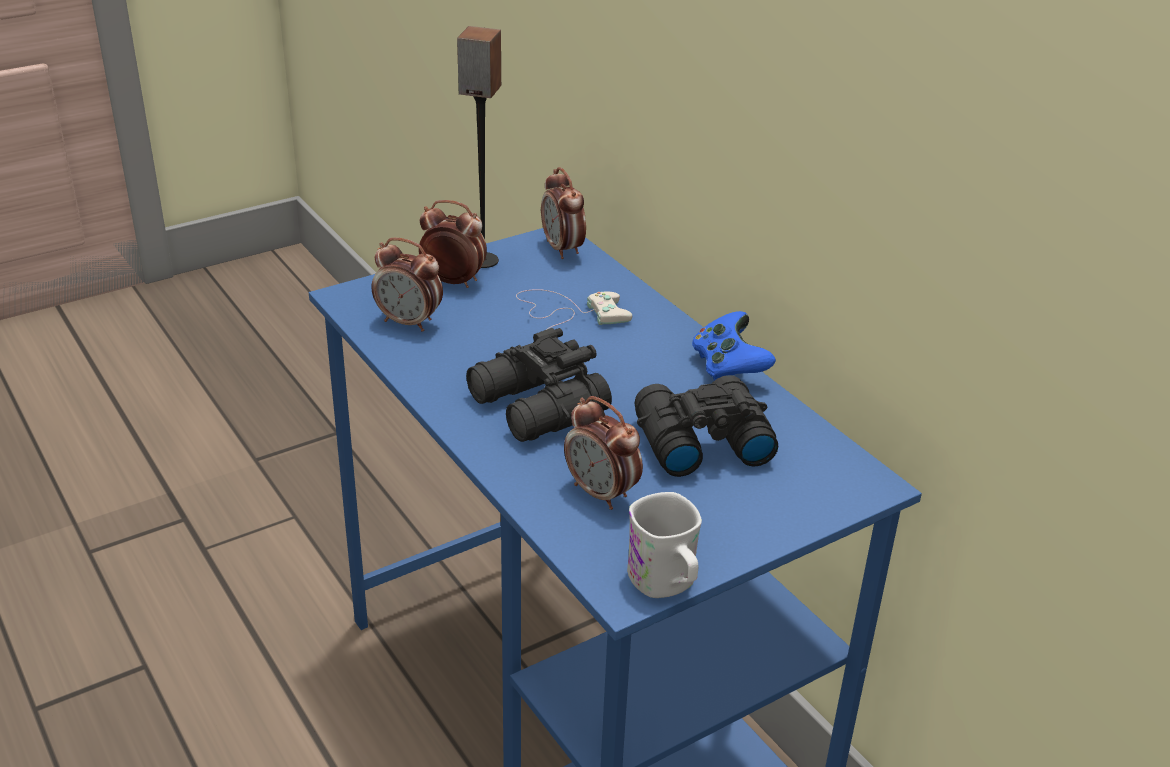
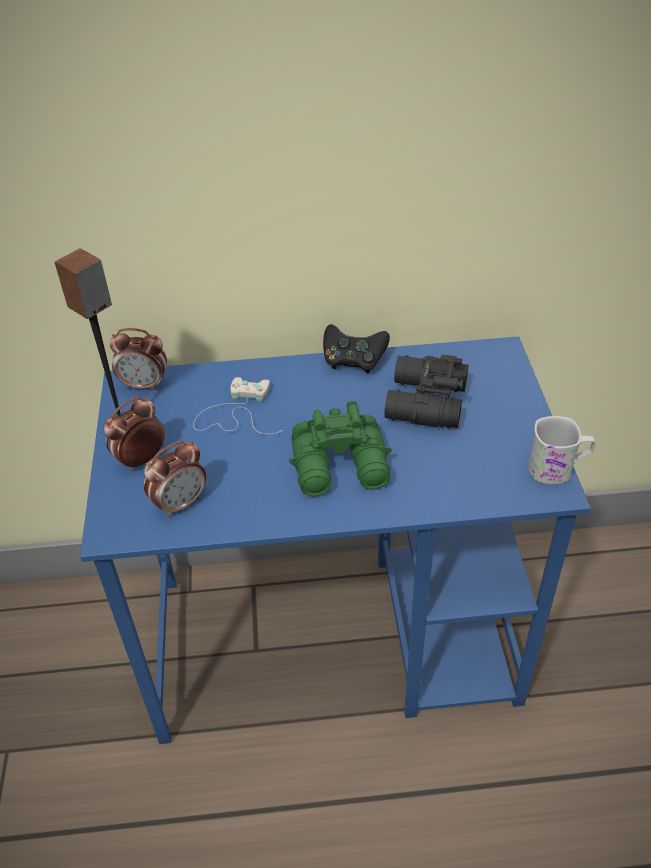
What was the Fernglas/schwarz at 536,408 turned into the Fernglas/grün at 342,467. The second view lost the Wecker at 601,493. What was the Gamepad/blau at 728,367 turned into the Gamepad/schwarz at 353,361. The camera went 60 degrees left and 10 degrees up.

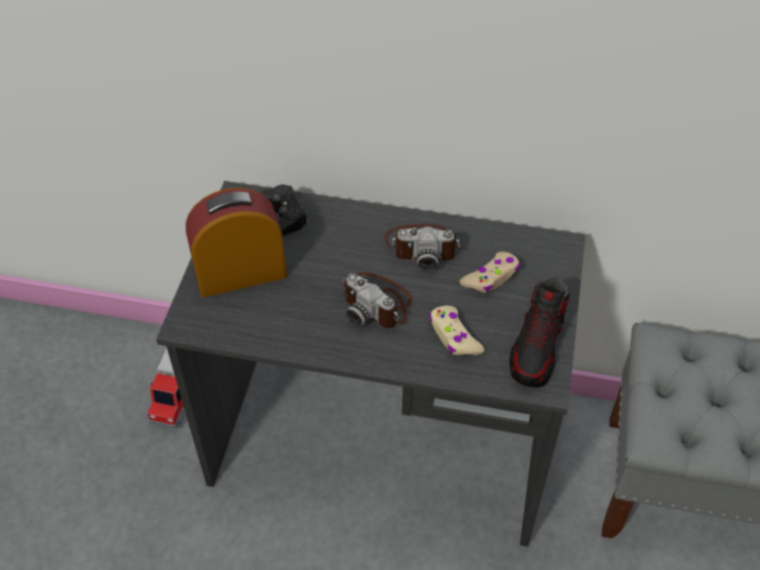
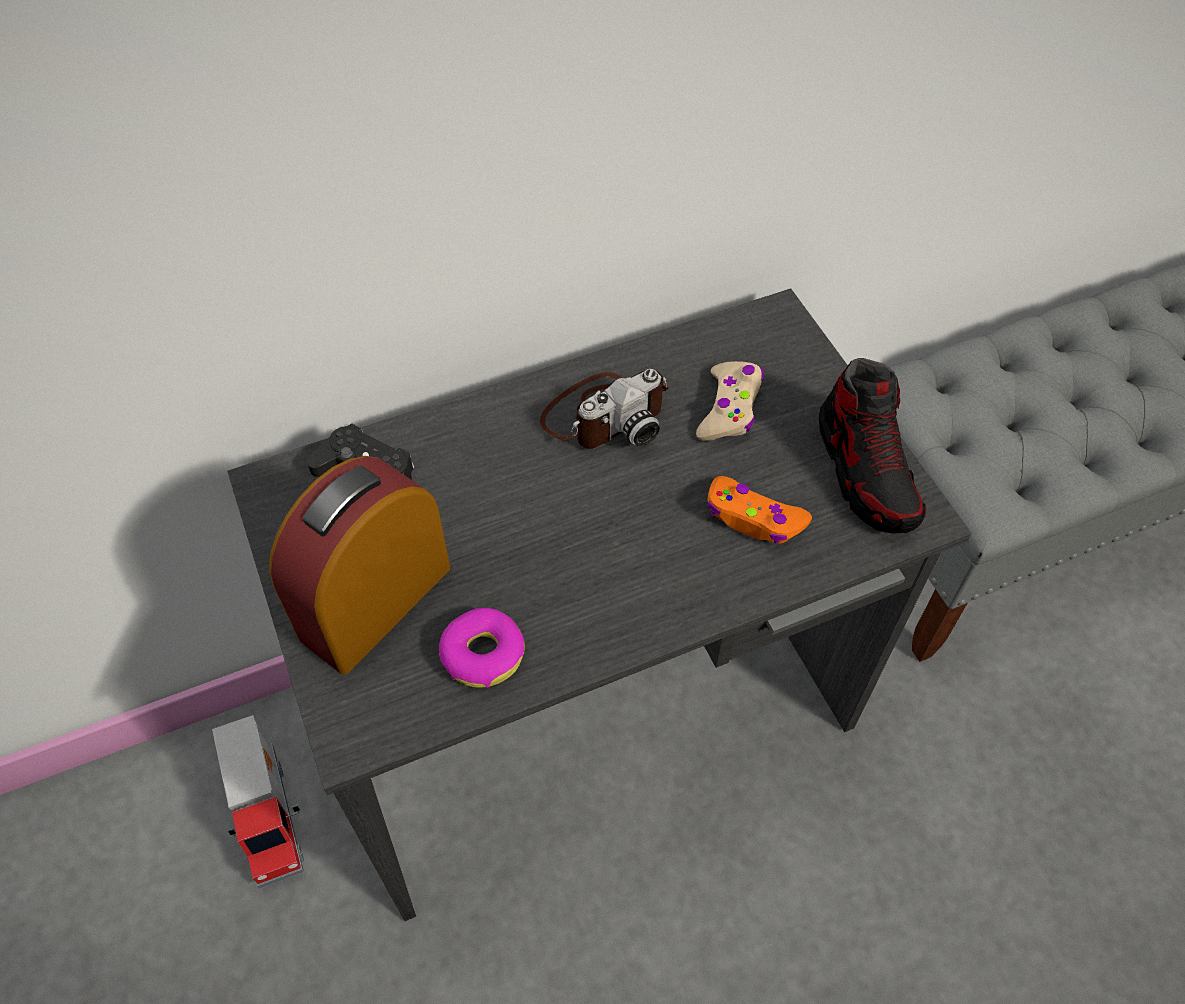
The second view lost the Kamera at 377,303. What was the Gamepad/beige at 454,336 turned into the Gamepad/orange at 753,518. The second view gained the Donut at 482,654. The camera went 35 degrees left and 5 degrees up.

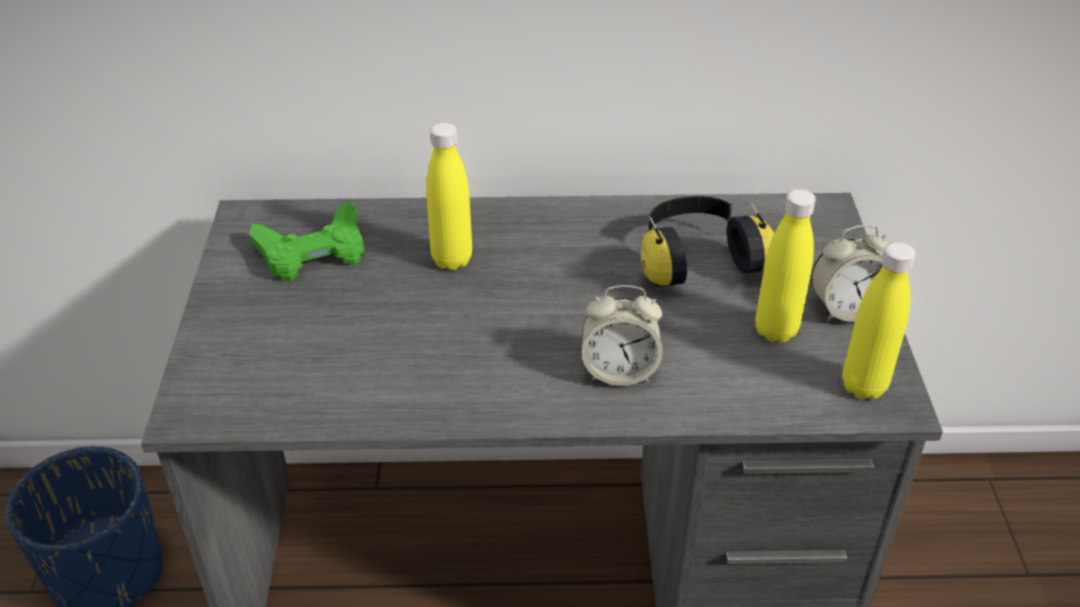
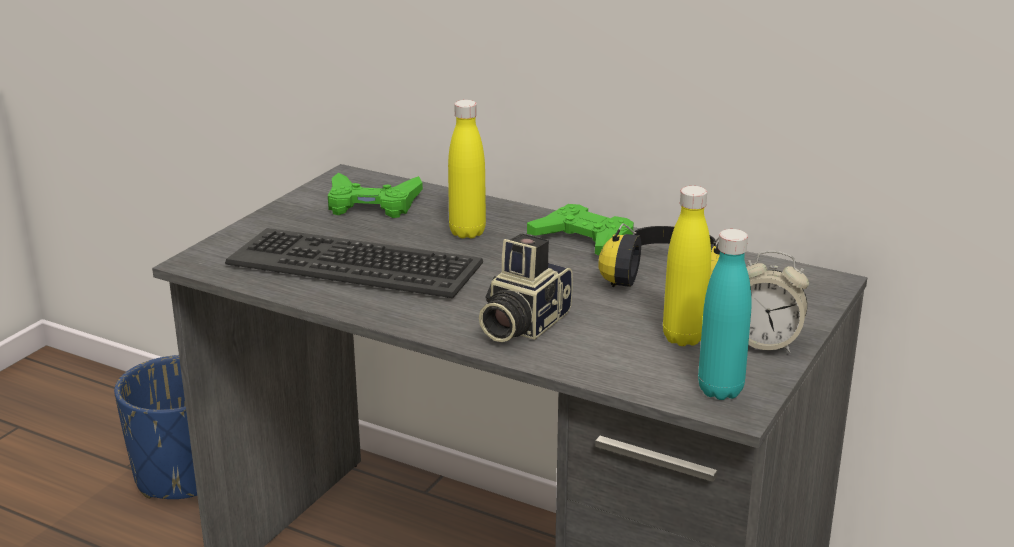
Where the Wecker stood at 619,371, the Kamera came to stand at 521,324. What was the Flasche/gelb at 863,386 turned into the Flasche/türkis at 720,390. The second view gained the Tastatur at 356,264. The second view gained the Gamepad/grün at 583,240. The camera went 30 degrees right and 15 degrees down.

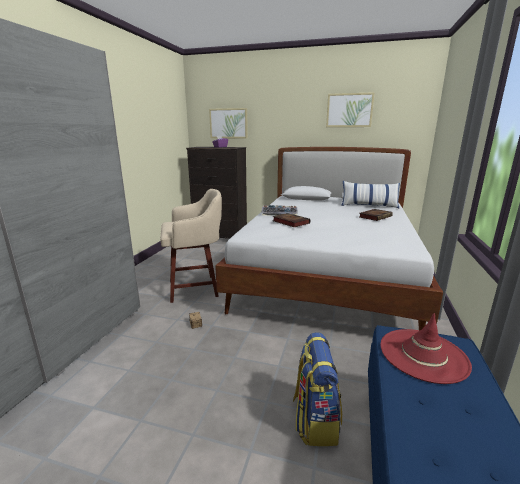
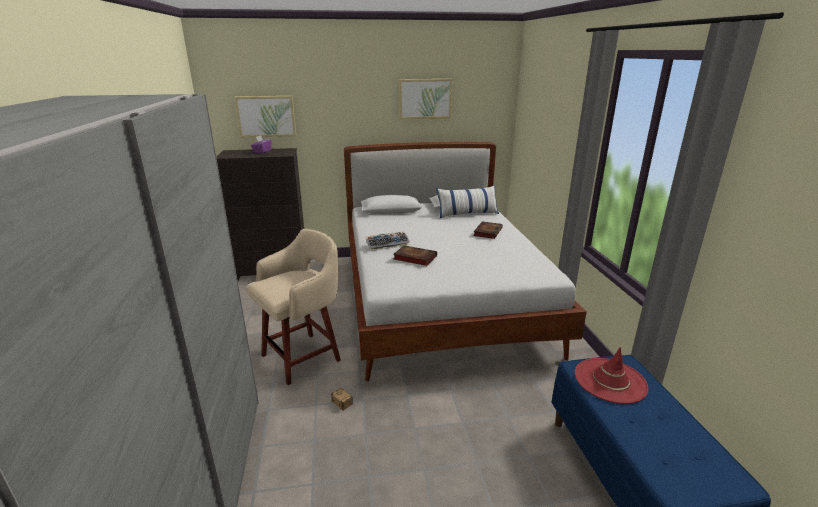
The second view lost the Rucksack at 314,420. The camera went 25 degrees left and 5 degrees up.

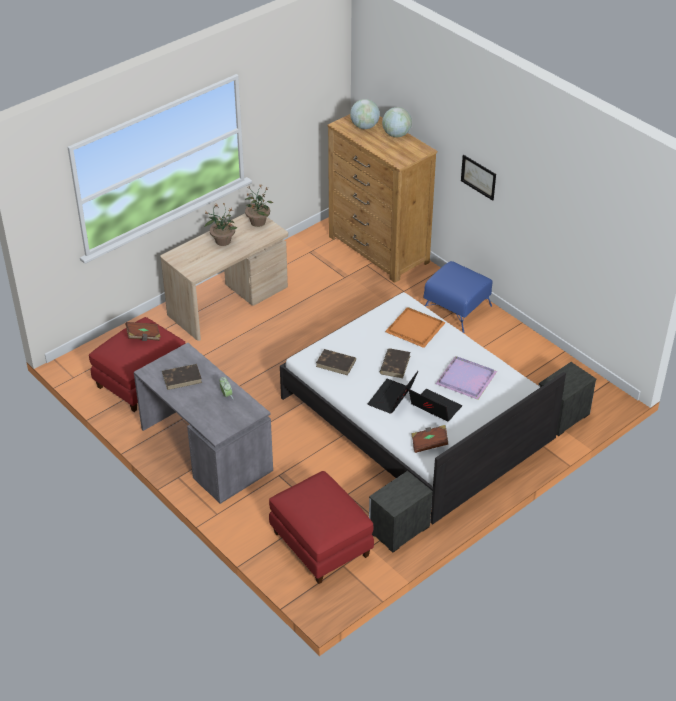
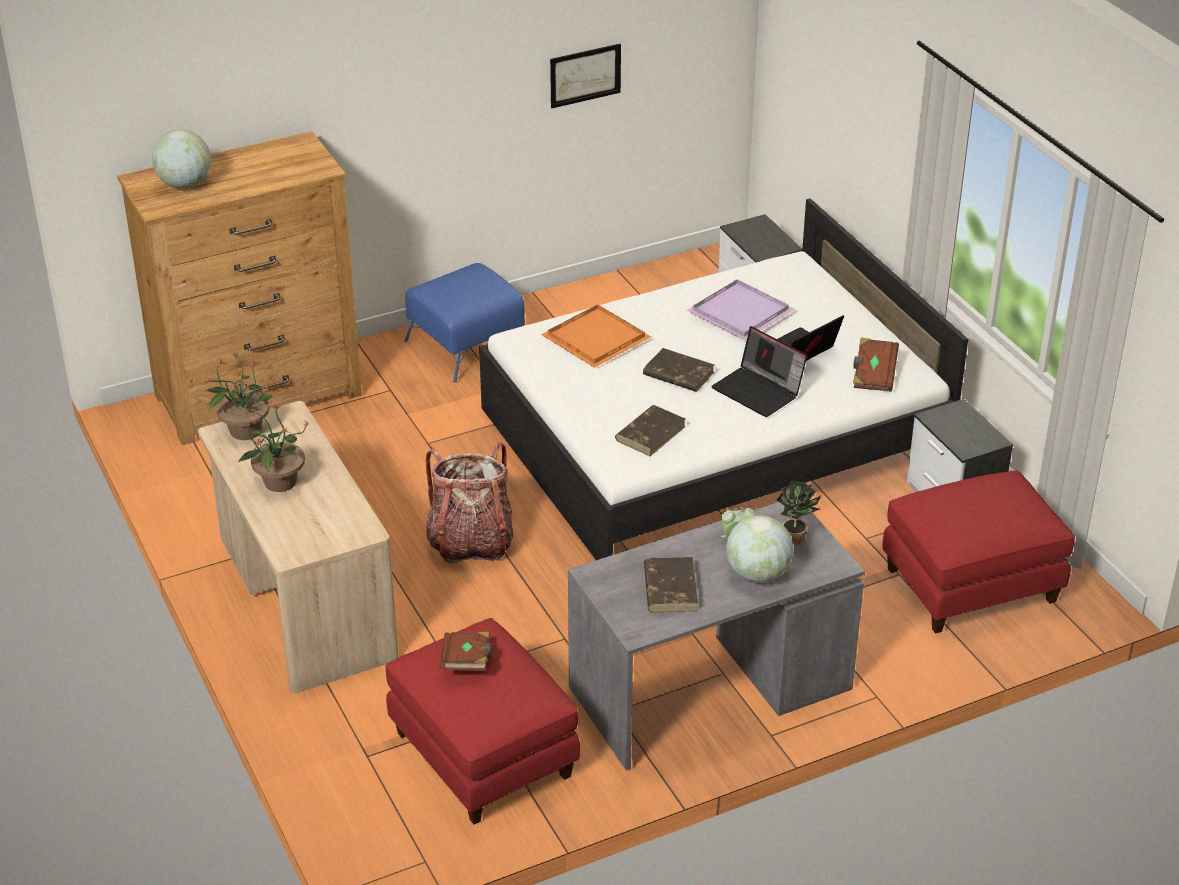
The Globus ended up elsewhere, having gone from 396,134 to 757,574. The Bild ended up elsewhere, having gone from 478,177 to 585,75. The second view gained the Rucksack at 470,542. The second view gained the Topfpflanze at 796,540. The camera went 75 degrees left and 5 degrees down.

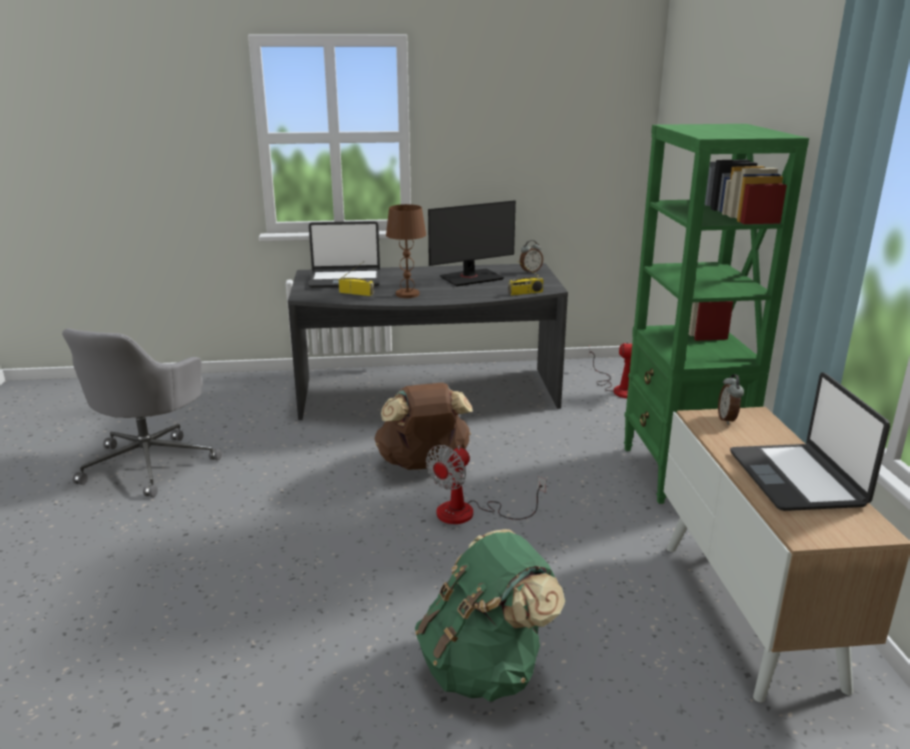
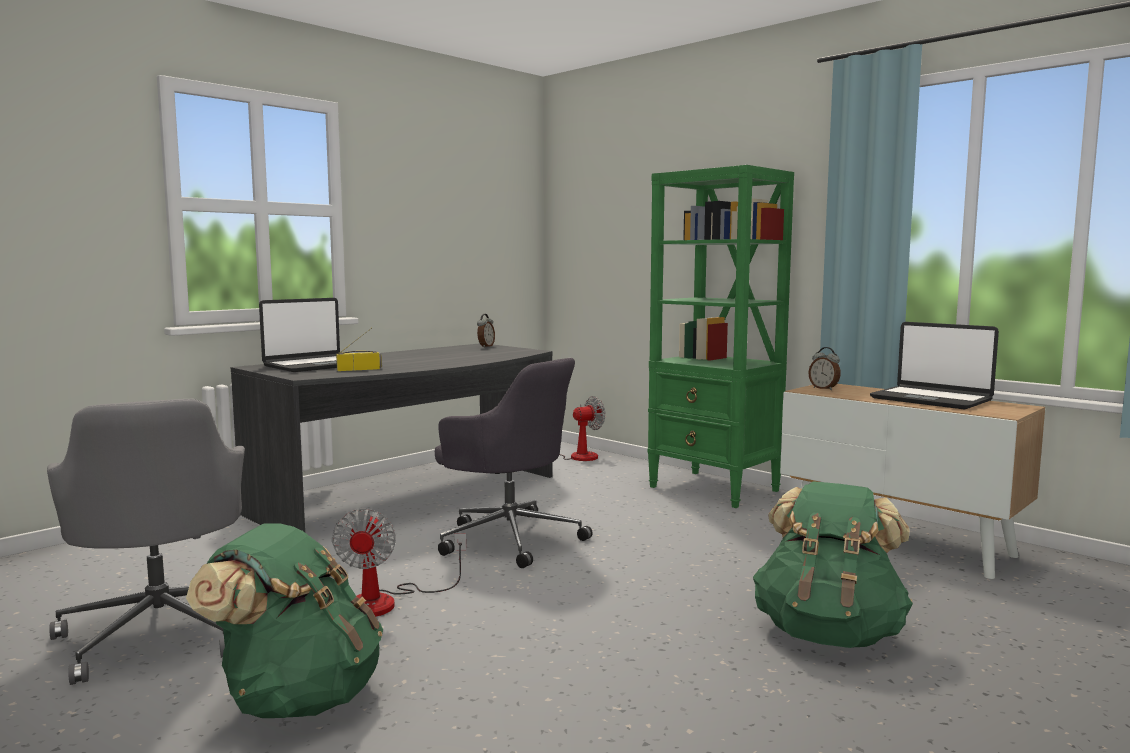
Where the Rucksack/braun stood at 424,464, the Bürostuhl/grau came to stand at 509,538. The second view lost the Tischlampe/braun at 407,294. The Ventilator ended up elsewhere, having gone from 469,513 to 387,601. The second view lost the Monitor at 471,278. The second view lost the Radio at 525,293. The second view gained the Rucksack/grün at 297,699. The camera went 40 degrees left and 15 degrees down.

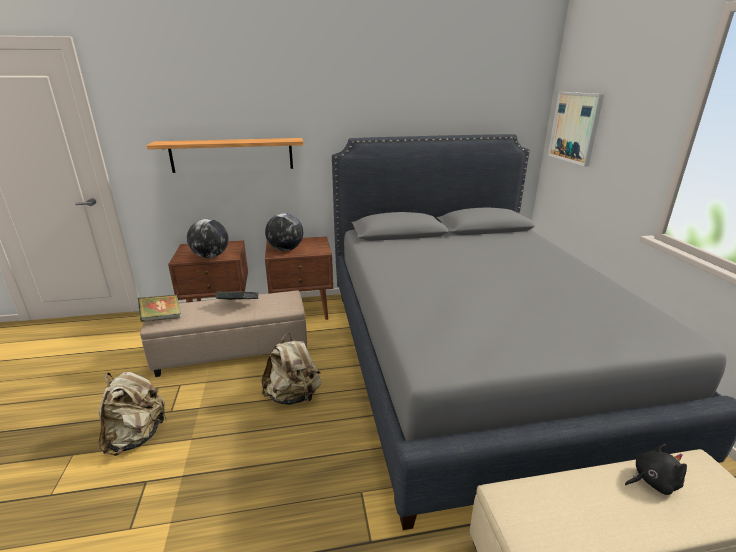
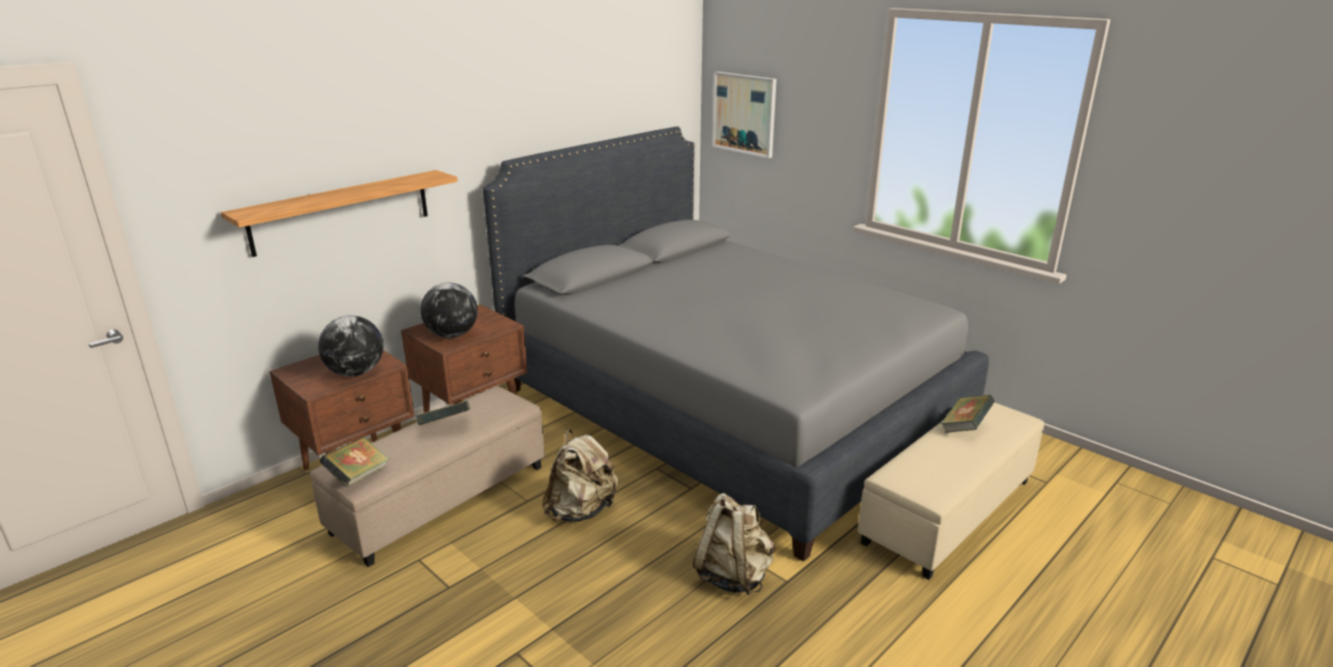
The Rucksack/beige ended up elsewhere, having gone from 136,436 to 733,575. Where the Plüschtier/schwarz stood at 652,481, the Buch came to stand at 964,427. The camera went 35 degrees left and 0 degrees up.

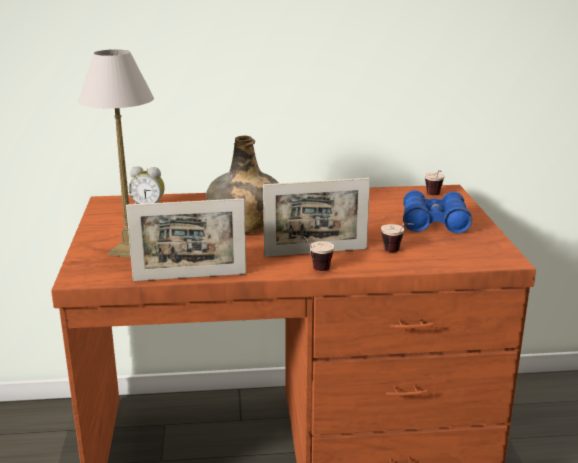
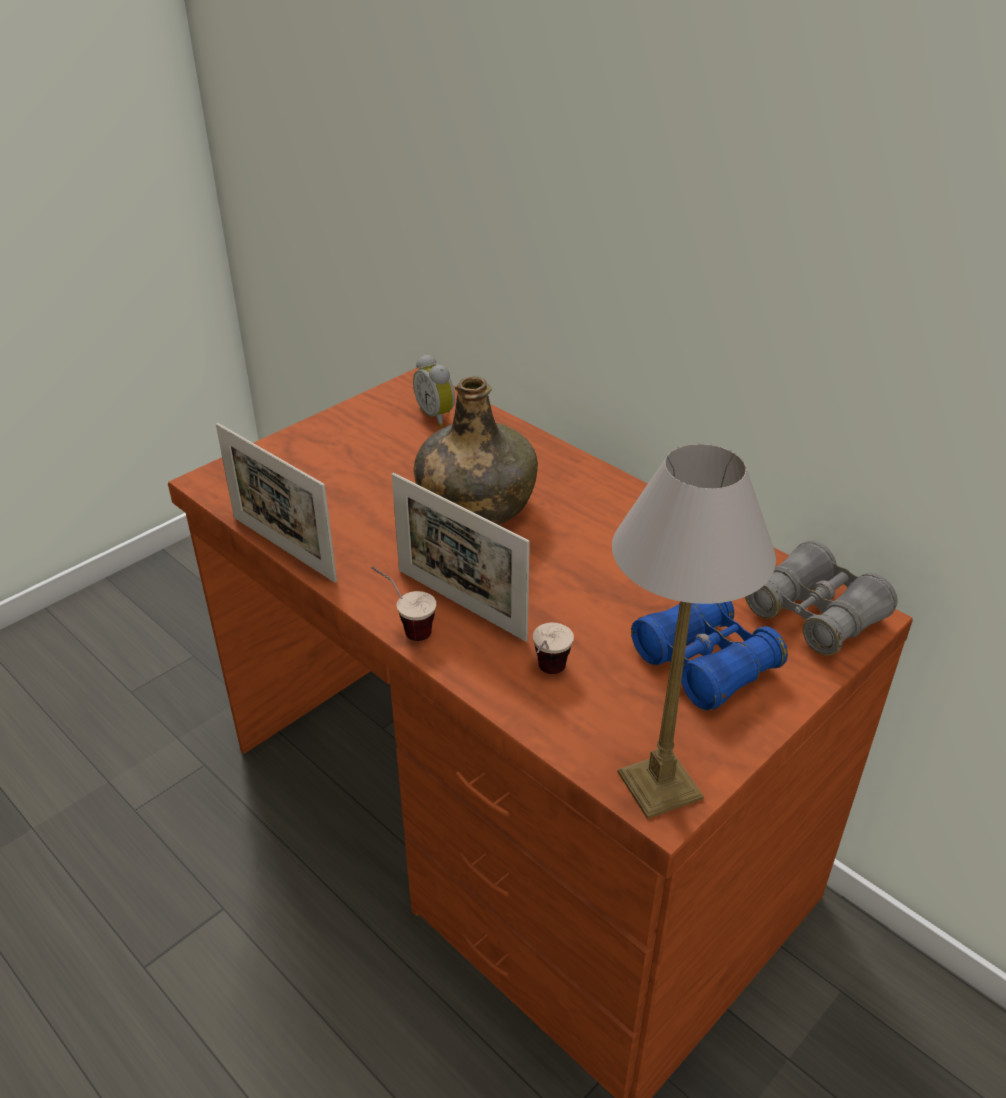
The Tischlampe ended up elsewhere, having gone from 129,249 to 660,783. Where the Tasse stood at 434,196, the Fernglas/grau came to stand at 815,614. The camera went 50 degrees right and 15 degrees up.

